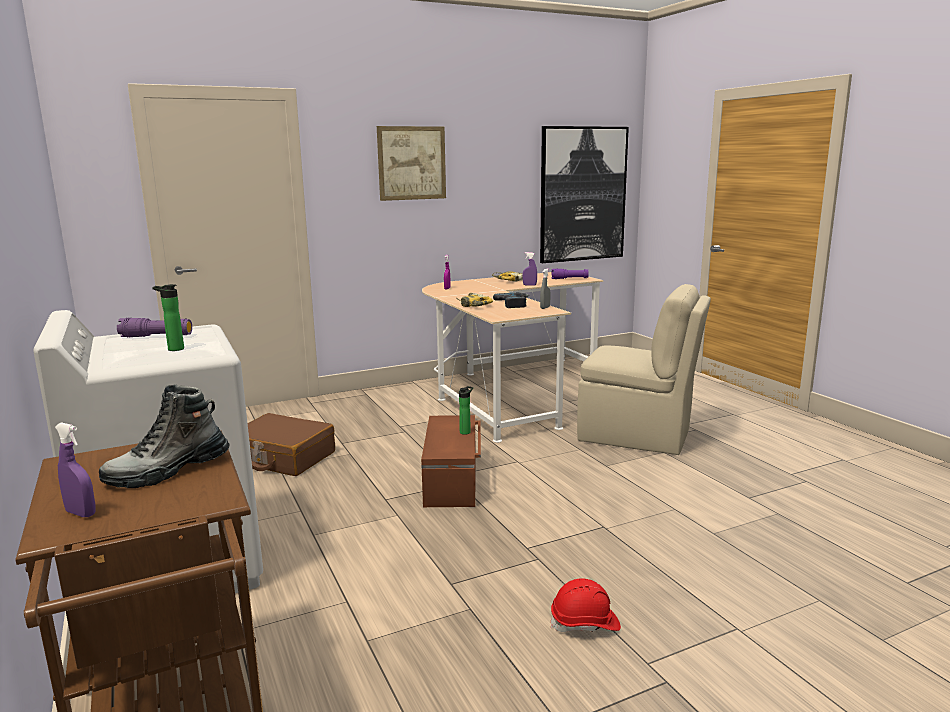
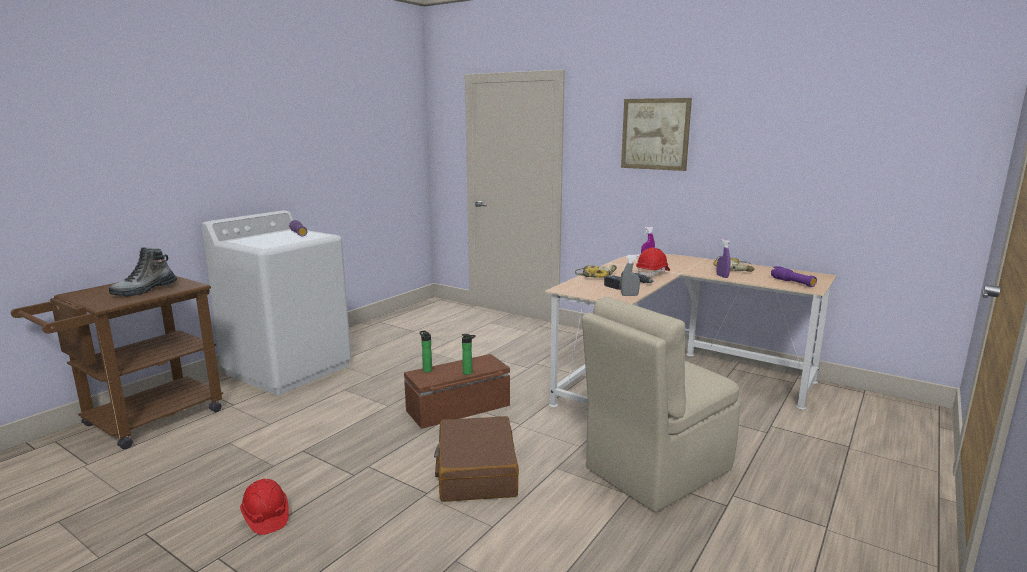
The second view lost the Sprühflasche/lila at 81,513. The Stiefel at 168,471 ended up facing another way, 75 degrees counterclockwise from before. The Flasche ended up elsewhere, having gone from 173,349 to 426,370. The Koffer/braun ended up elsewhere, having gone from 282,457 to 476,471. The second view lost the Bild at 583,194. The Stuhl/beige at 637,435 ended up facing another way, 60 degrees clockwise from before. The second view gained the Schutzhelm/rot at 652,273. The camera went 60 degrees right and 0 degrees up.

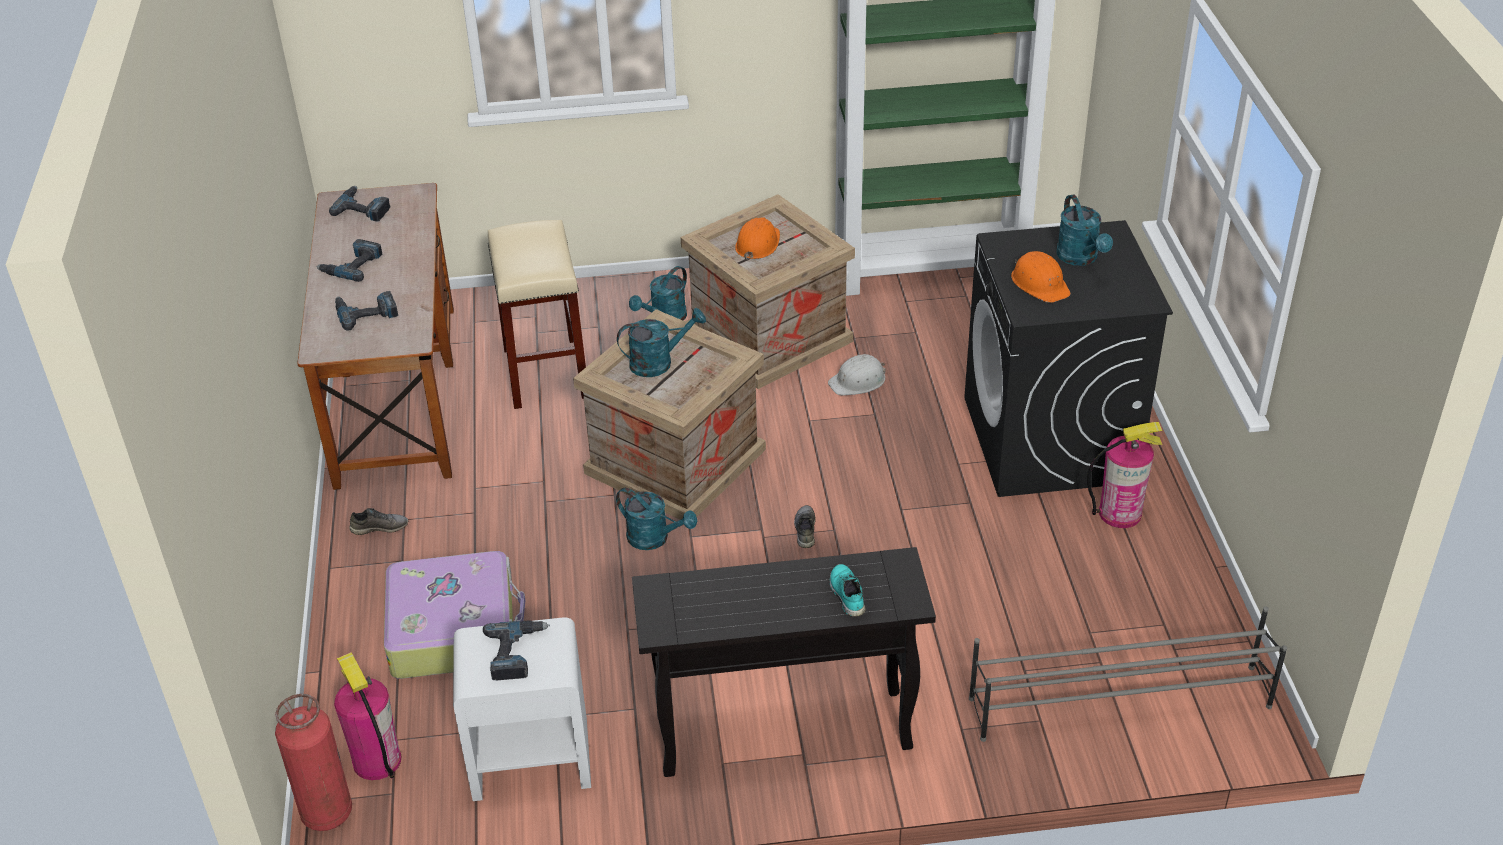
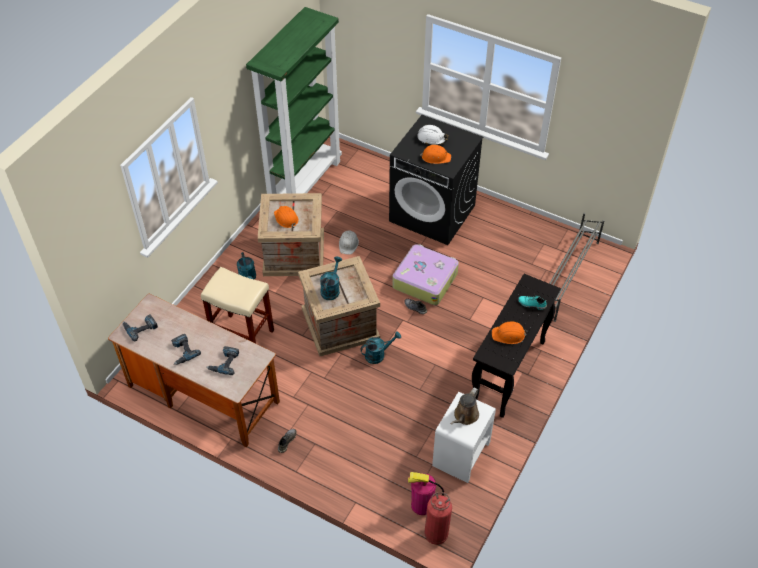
The Koffer ended up elsewhere, having gone from 454,628 to 425,280. Where the Bohrmaschine stood at 516,653, the Gießkanne/braun came to stand at 465,416. Where the Gießkanne/türkis stood at 1080,258, the Schutzhelm/weiß came to stand at 432,138. The second view lost the Feuerlöscher at 1120,513. The second view gained the Schutzhelm/orange at 508,335. The camera went 55 degrees left and 10 degrees up.

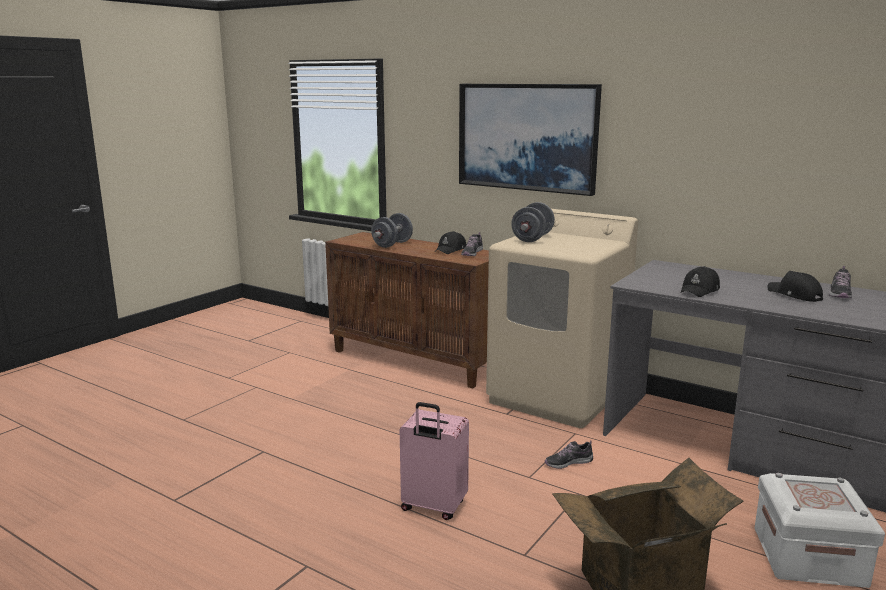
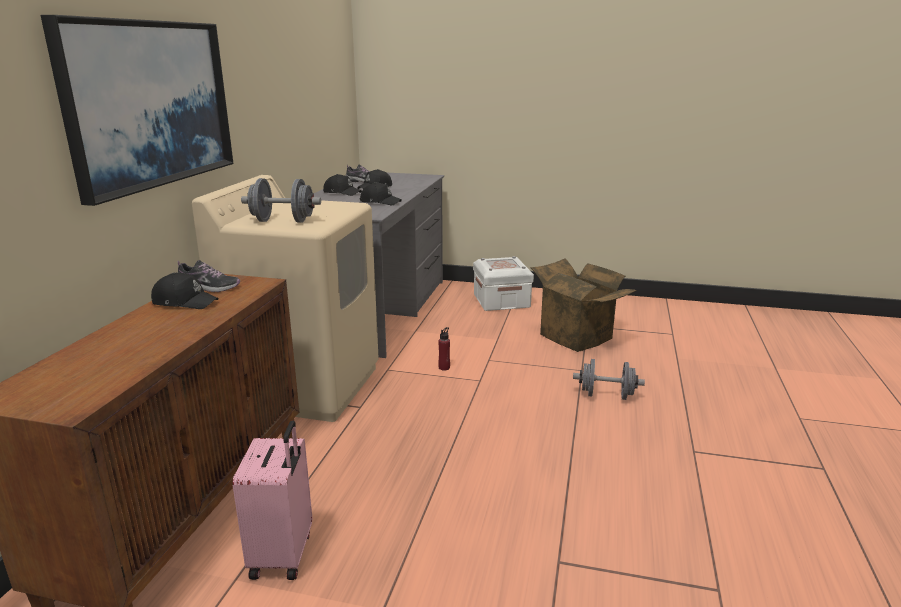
The Hantel/grau ended up elsewhere, having gone from 392,244 to 606,395. The Koffer/rosa ended up elsewhere, having gone from 433,507 to 284,555. Where the Schuh stood at 568,463, the Flasche/rot came to stand at 444,367. The second view gained the Kappe/schwarz at 342,192. The camera went 110 degrees left and 5 degrees up.

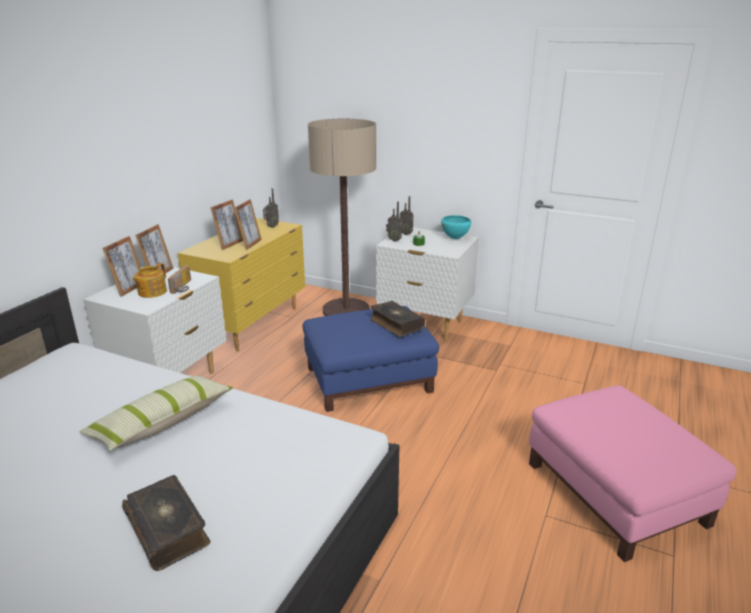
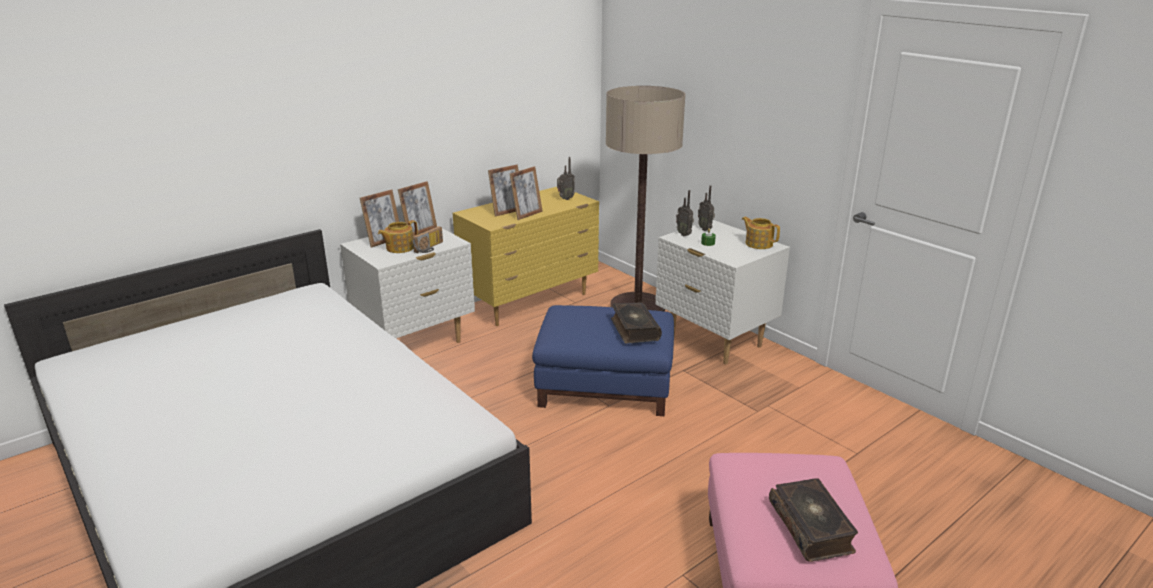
The second view lost the Kissen at 161,422. The Buch ended up elsewhere, having gone from 168,529 to 811,528. Where the Schüssel/türkis stood at 455,238, the Teekanne came to stand at 758,243. The camera went 25 degrees right and 0 degrees up.

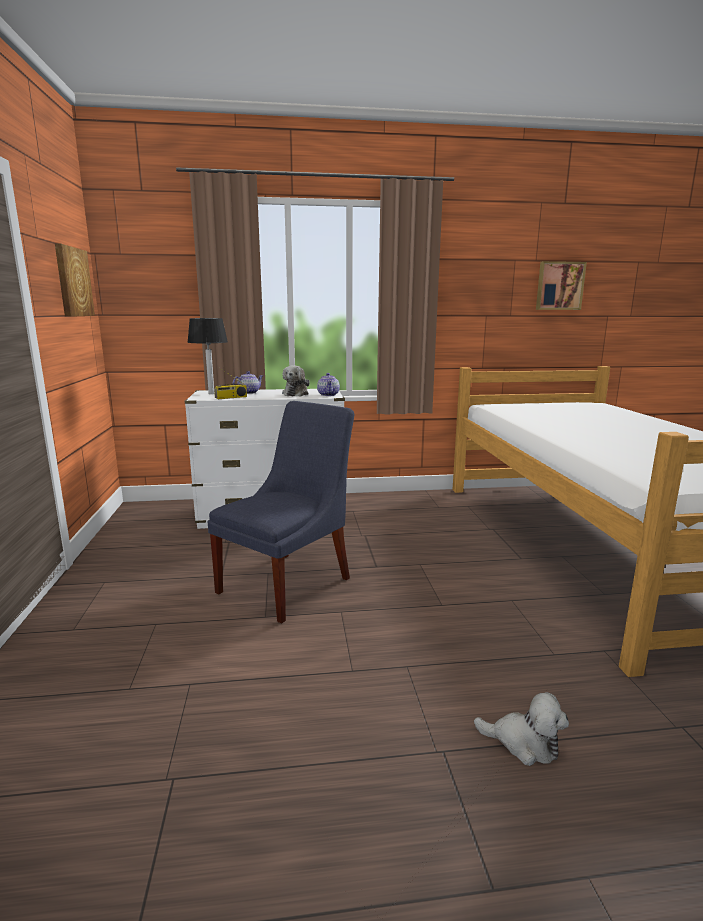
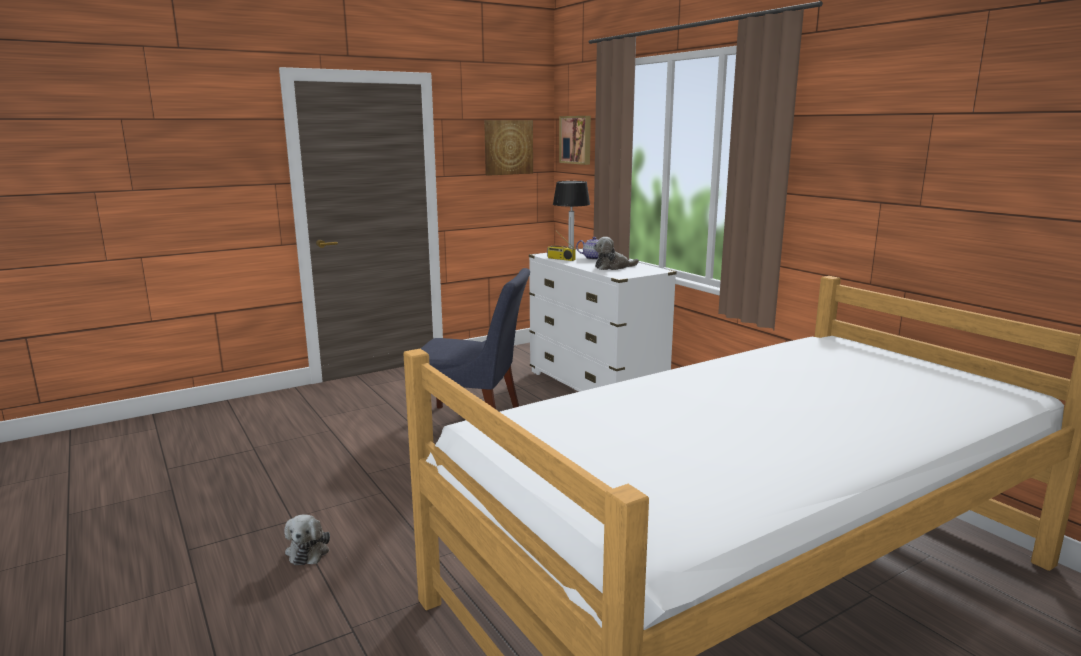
The second view lost the Teekanne at 328,395. The Bild ended up elsewhere, having gone from 559,286 to 576,139. The camera went 65 degrees right and 0 degrees up.

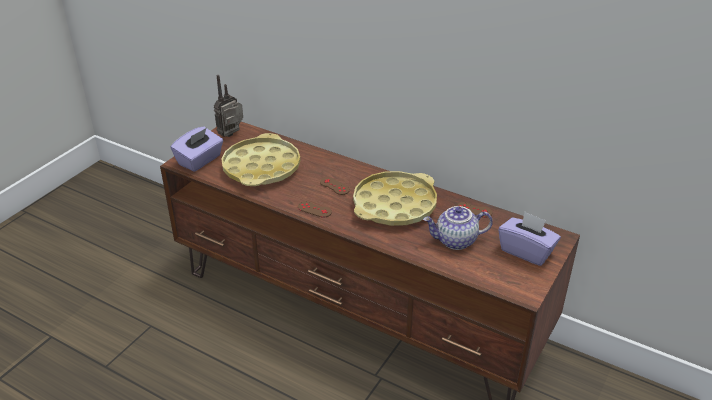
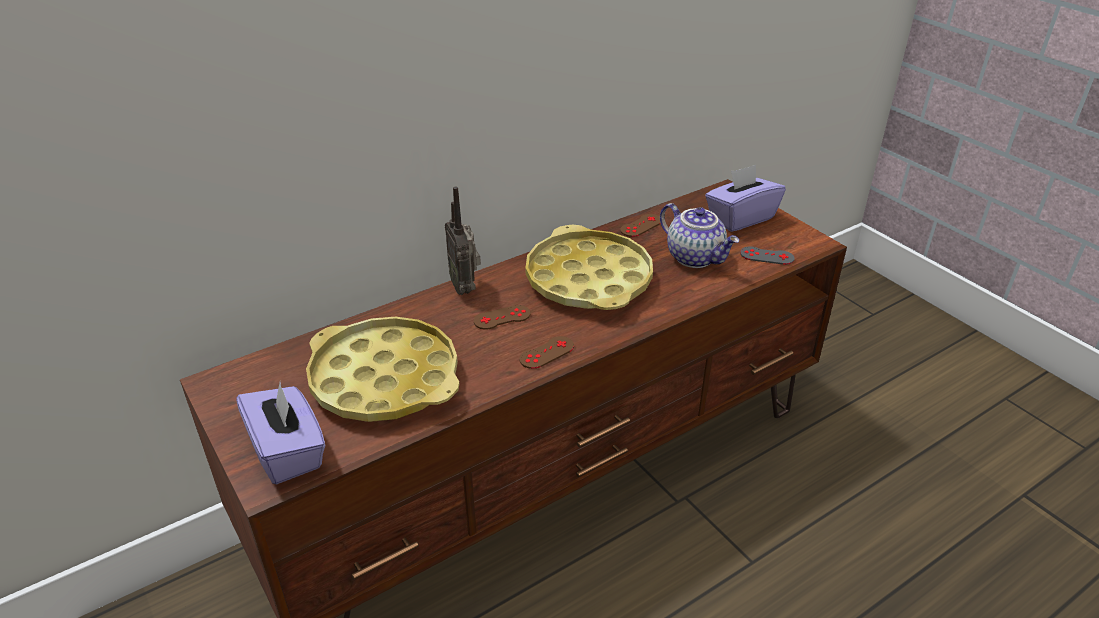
The Radio ended up elsewhere, having gone from 232,135 to 465,287. The Teekanne at 455,241 ended up facing another way, 60 degrees counterclockwise from before. The second view gained the Gamepad/grau at 767,256. The camera went 65 degrees left and 0 degrees up.

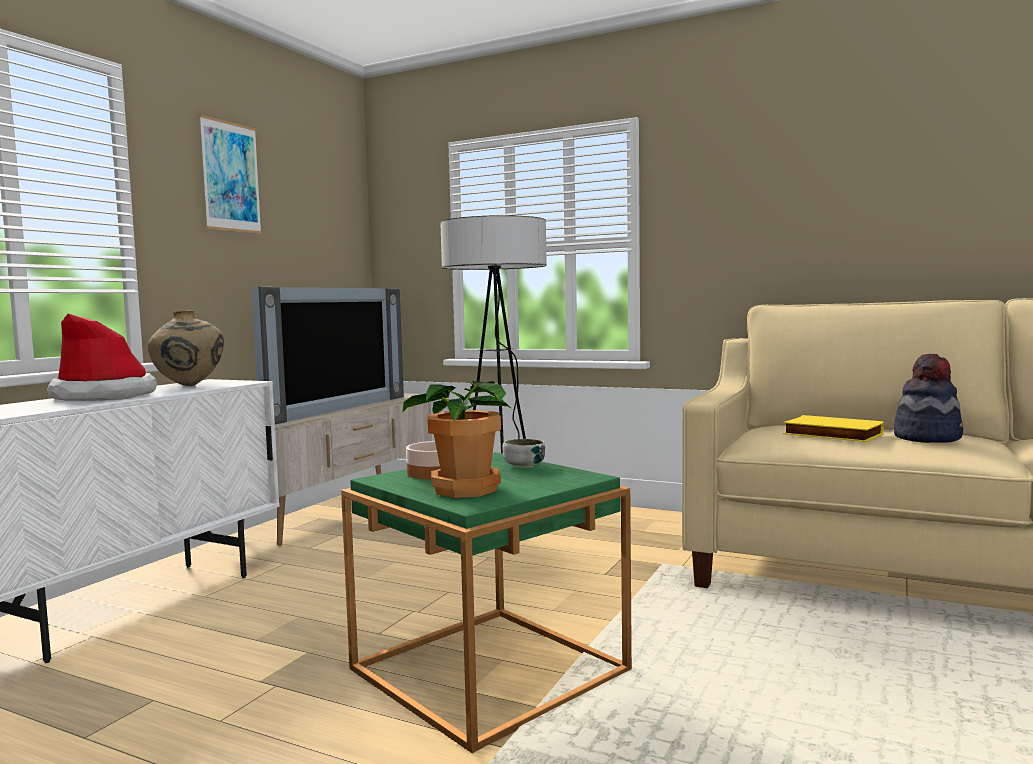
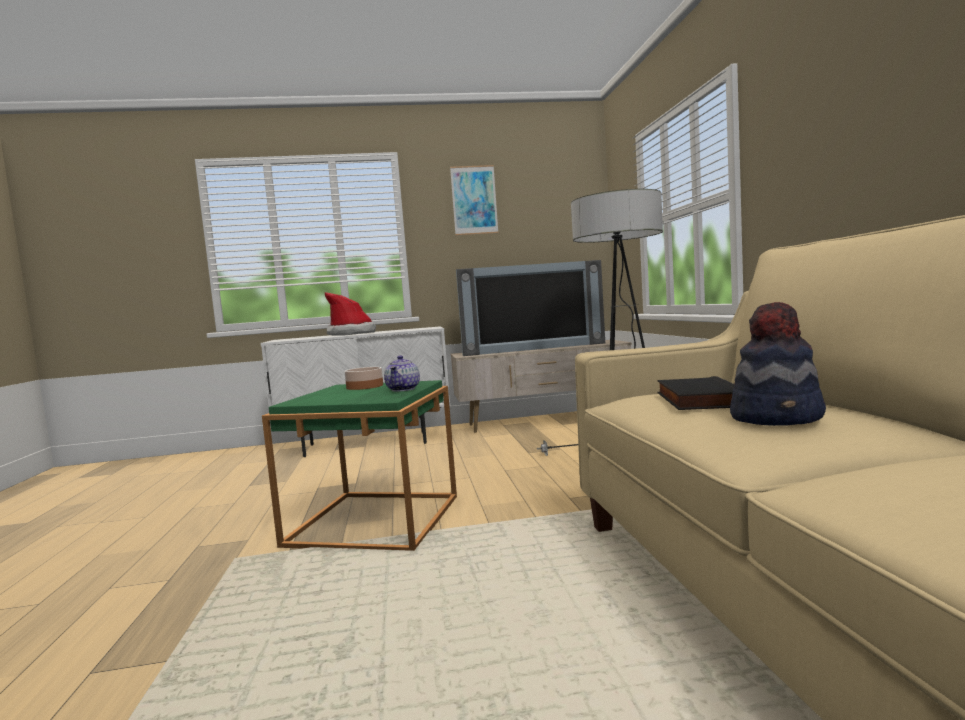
The second view lost the Vase/beige at 189,386. The second view lost the Topfpflanze at 464,489. Where the Schüssel stood at 524,466, the Teekanne came to stand at 403,389. What was the Buch/gelb at 831,435 turned into the Buch/schwarz at 696,400. The camera went 55 degrees right and 0 degrees up.

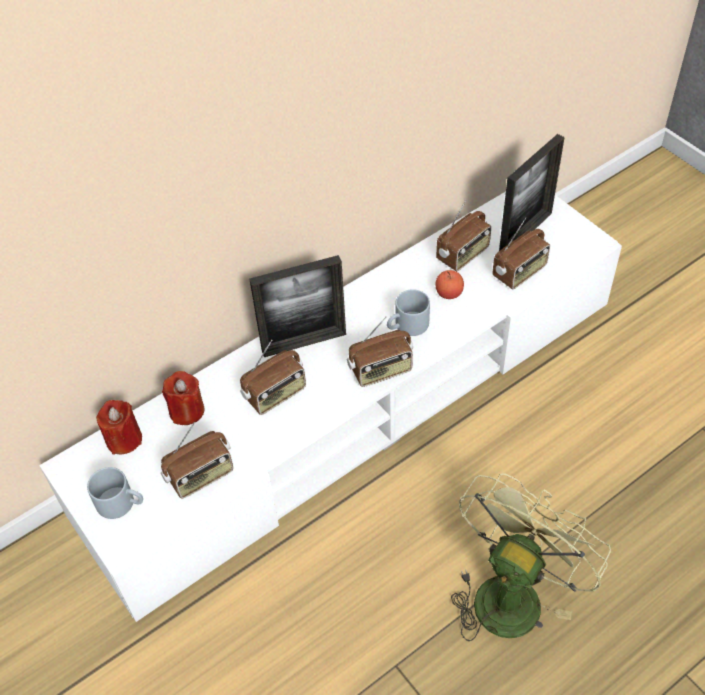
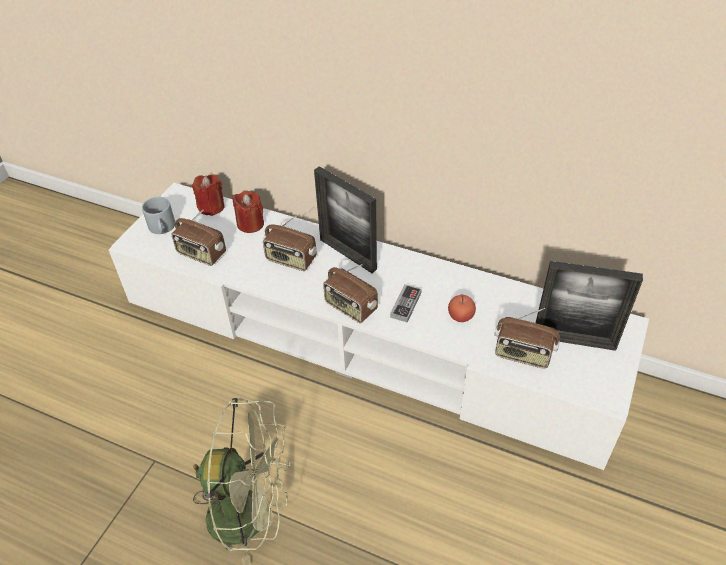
Where the Henkelbecher/grau stood at 407,326, the Gamepad came to stand at 406,305. The second view lost the Radio at 463,255. The camera went 60 degrees right and 5 degrees down.

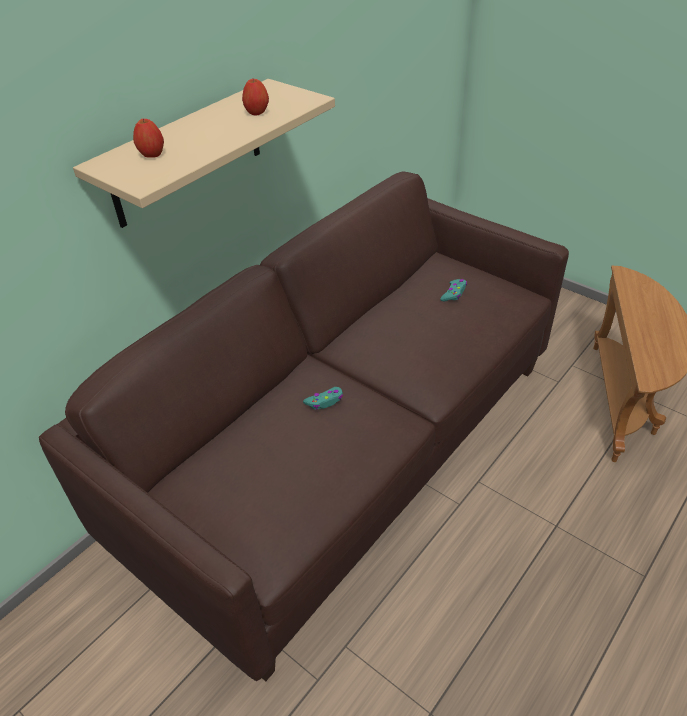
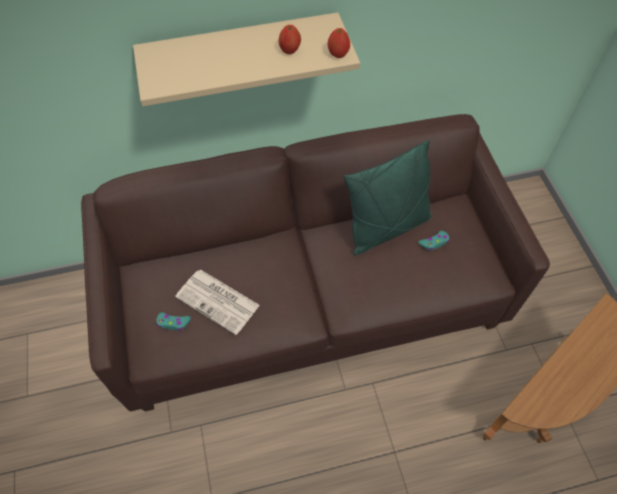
The Apfel ended up elsewhere, having gone from 152,154 to 338,53. The Gamepad/türkis ended up elsewhere, having gone from 325,401 to 173,323. The second view gained the Zeitung at 219,301. The second view gained the Kissen/grün at 387,228. The camera went 35 degrees right and 15 degrees up.

